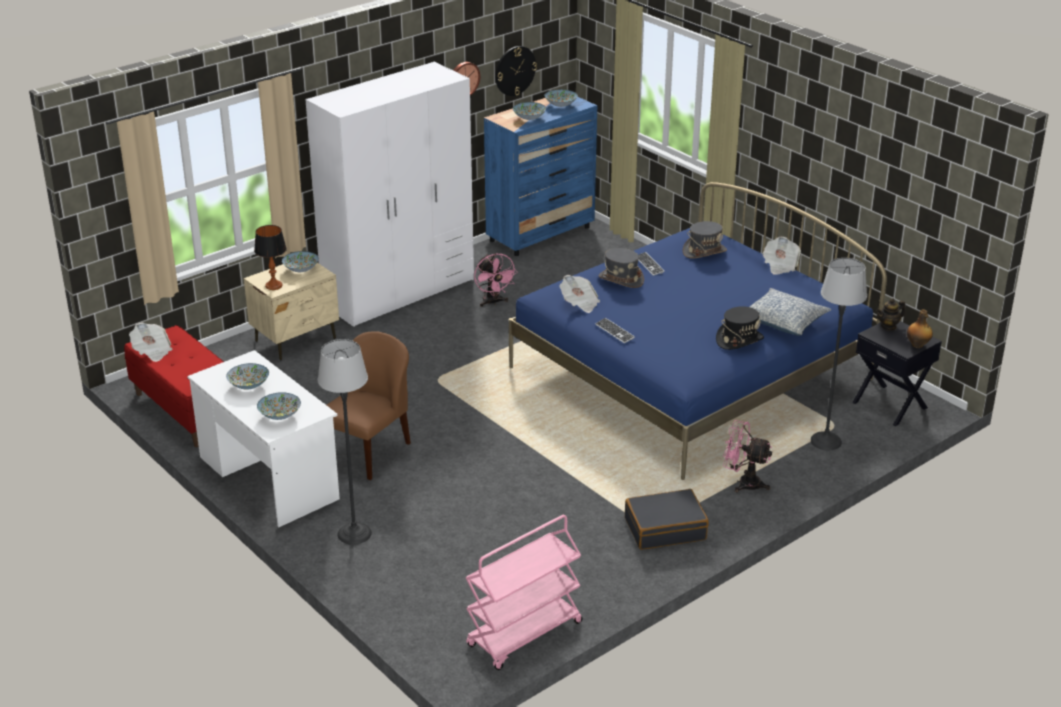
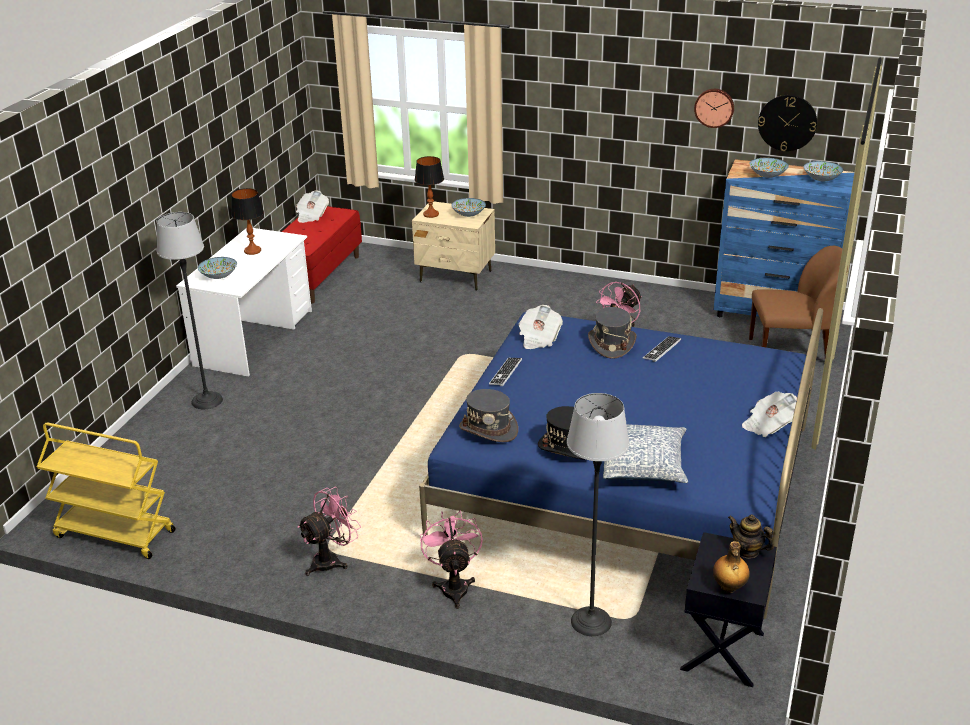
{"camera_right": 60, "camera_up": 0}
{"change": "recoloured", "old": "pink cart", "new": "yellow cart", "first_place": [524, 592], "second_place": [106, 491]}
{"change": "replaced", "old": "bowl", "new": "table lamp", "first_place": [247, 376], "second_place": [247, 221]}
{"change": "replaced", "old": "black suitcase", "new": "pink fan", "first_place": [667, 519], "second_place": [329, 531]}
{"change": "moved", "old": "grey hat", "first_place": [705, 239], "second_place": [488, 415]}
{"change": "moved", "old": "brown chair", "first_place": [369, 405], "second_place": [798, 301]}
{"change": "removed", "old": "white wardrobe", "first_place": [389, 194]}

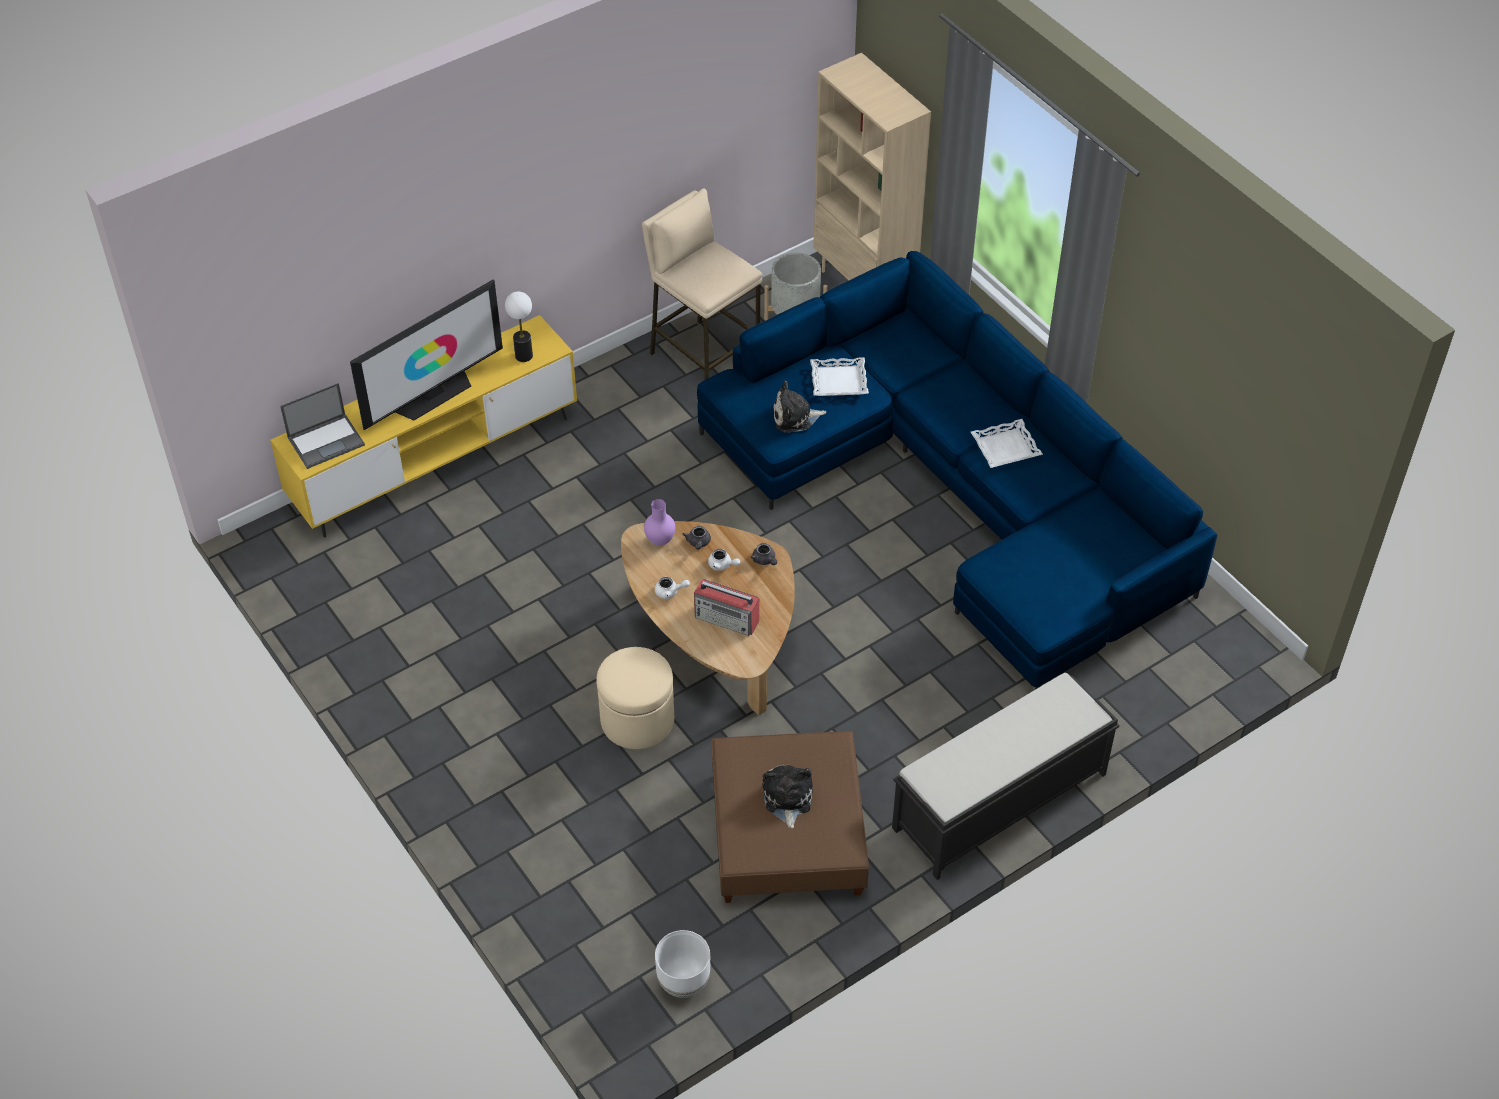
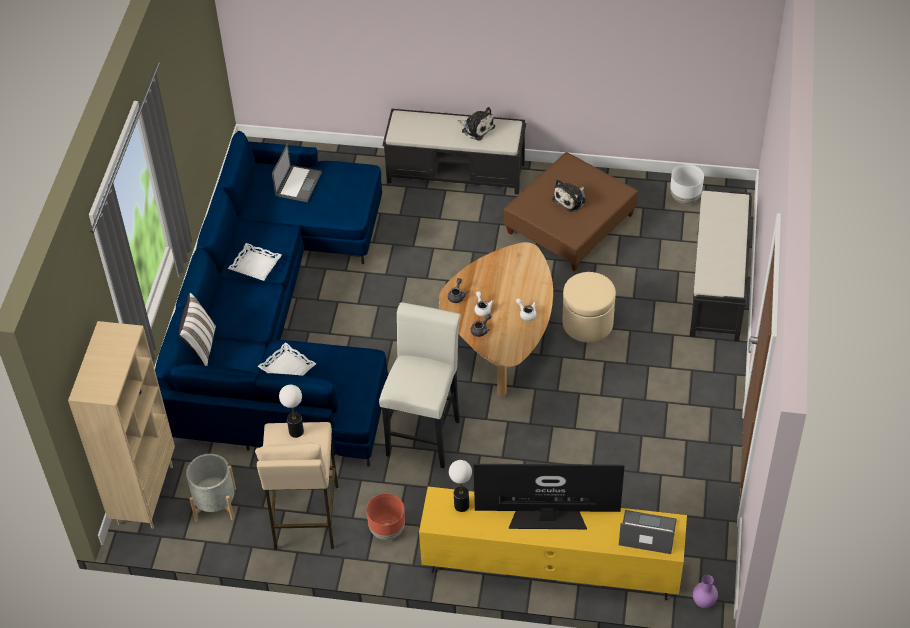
{"camera_right": -135, "camera_up": 0}
{"change": "added", "new": "white pillow", "second_place": [197, 329]}
{"change": "added", "new": "laptop", "second_place": [297, 172]}
{"change": "added", "new": "table lamp", "second_place": [291, 411]}
{"change": "added", "new": "brown planter", "second_place": [385, 517]}
{"change": "added", "new": "white stool", "second_place": [420, 385]}
{"change": "moved", "old": "plush toy", "first_place": [799, 407], "second_place": [476, 124]}
{"change": "added", "new": "black bench", "second_place": [720, 266]}
{"change": "moved", "old": "purple vase", "first_place": [659, 522], "second_place": [705, 591]}
{"change": "removed", "old": "radio", "first_place": [726, 607]}

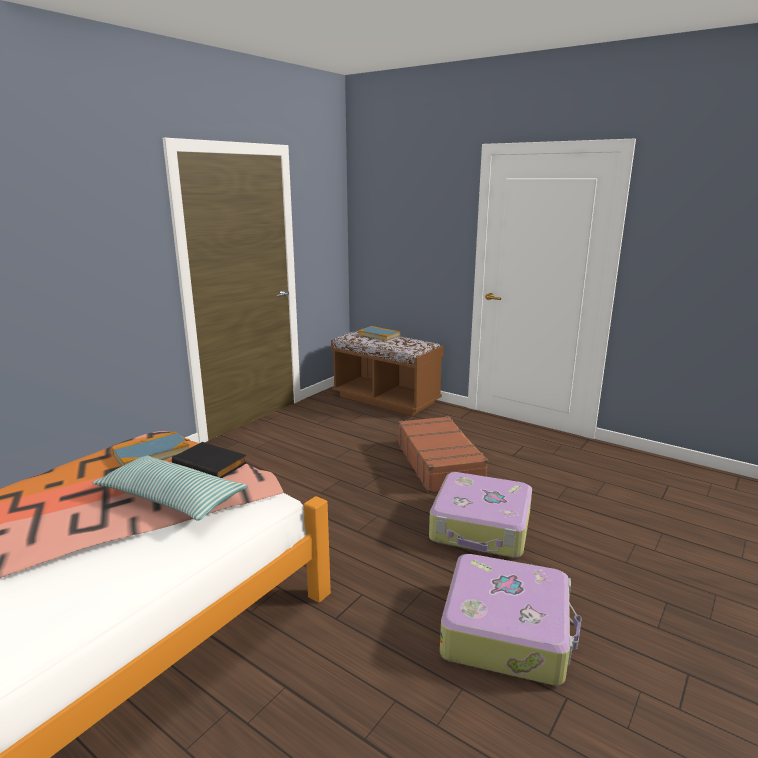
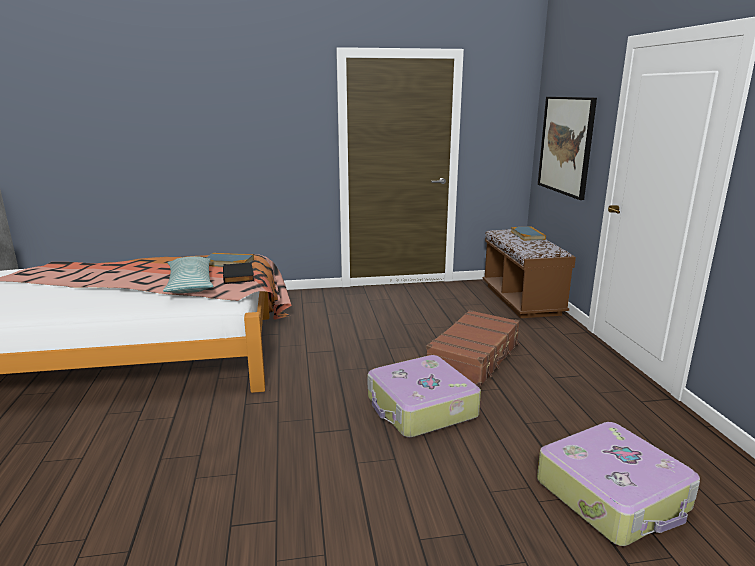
{"camera_right": 45, "camera_up": 0}
{"change": "moved", "old": "suitcase", "first_place": [511, 620], "second_place": [618, 484]}
{"change": "added", "new": "picture", "second_place": [567, 148]}

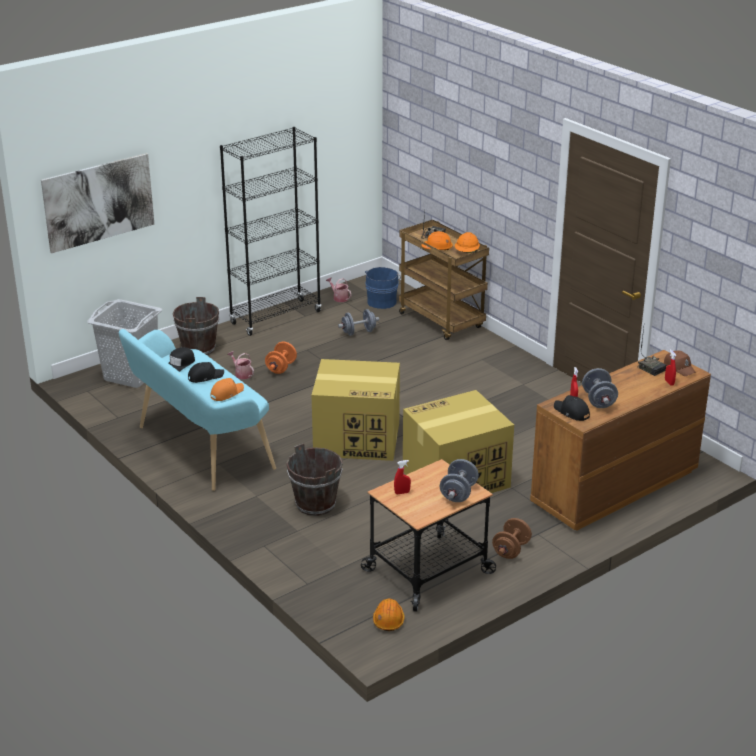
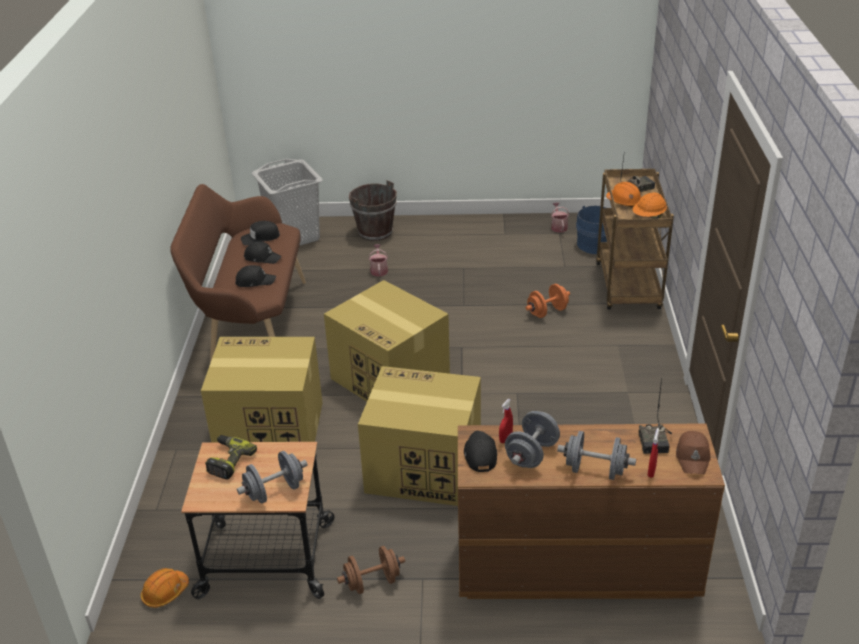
{"camera_right": 40, "camera_up": 5}
{"change": "recoloured", "old": "turquoise bench", "new": "brown bench", "first_place": [197, 410], "second_place": [238, 273]}
{"change": "replaced", "old": "brown bucket", "new": "cardboard box", "first_place": [314, 479], "second_place": [262, 389]}
{"change": "replaced", "old": "red spray bottle", "new": "power drill", "first_place": [402, 477], "second_place": [231, 457]}
{"change": "recoloured", "old": "orange cap", "new": "black cap", "first_place": [227, 389], "second_place": [255, 276]}
{"change": "moved", "old": "orange dumbbell", "first_place": [281, 358], "second_place": [548, 301]}
{"change": "moved", "old": "grey dumbbell", "first_place": [358, 322], "second_place": [596, 455]}
{"change": "removed", "old": "picture", "first_place": [97, 203]}
{"change": "removed", "old": "black bookcase", "first_place": [270, 231]}

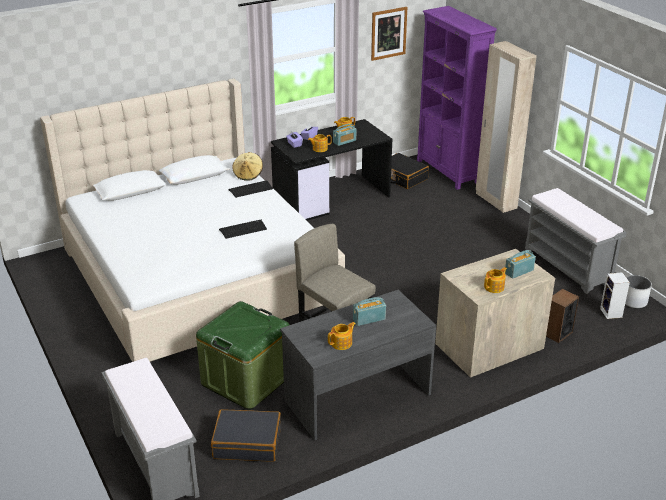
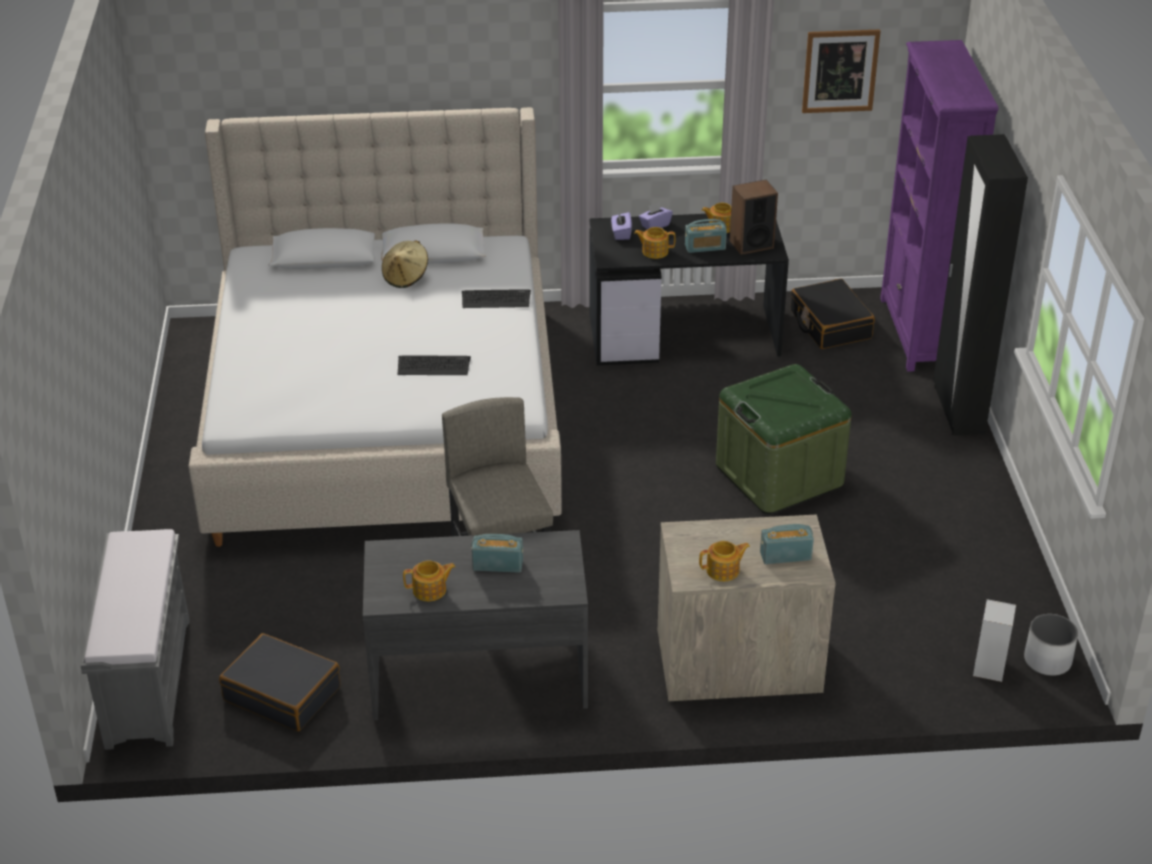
{"camera_right": 25, "camera_up": 5}
{"change": "moved", "old": "beige hat", "first_place": [247, 166], "second_place": [405, 264]}
{"change": "moved", "old": "green storage box", "first_place": [243, 355], "second_place": [783, 439]}
{"change": "moved", "old": "speaker", "first_place": [562, 316], "second_place": [754, 217]}
{"change": "recoloured", "old": "beige wardrobe", "new": "black wardrobe", "first_place": [506, 127], "second_place": [980, 285]}
{"change": "removed", "old": "grey bench", "first_place": [576, 241]}

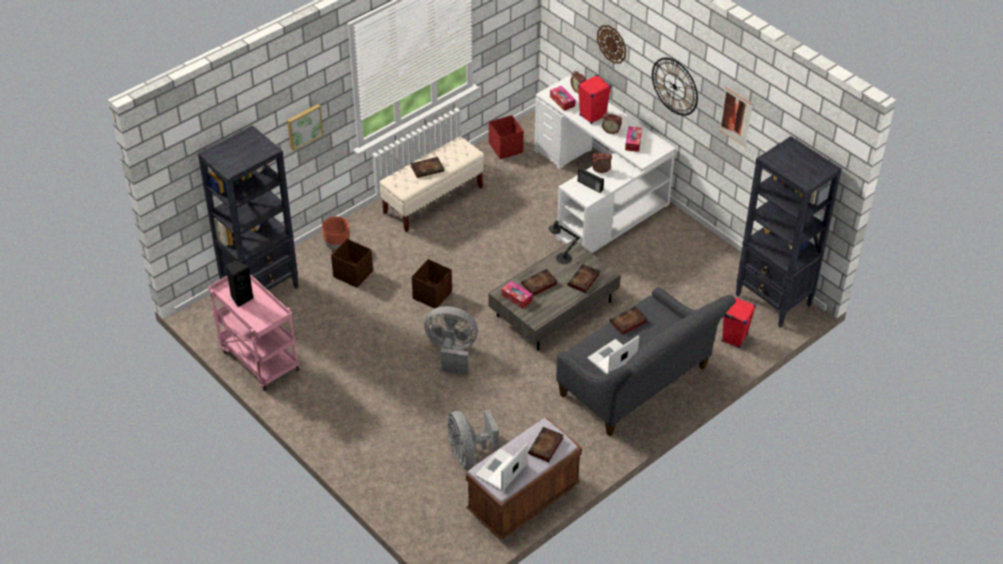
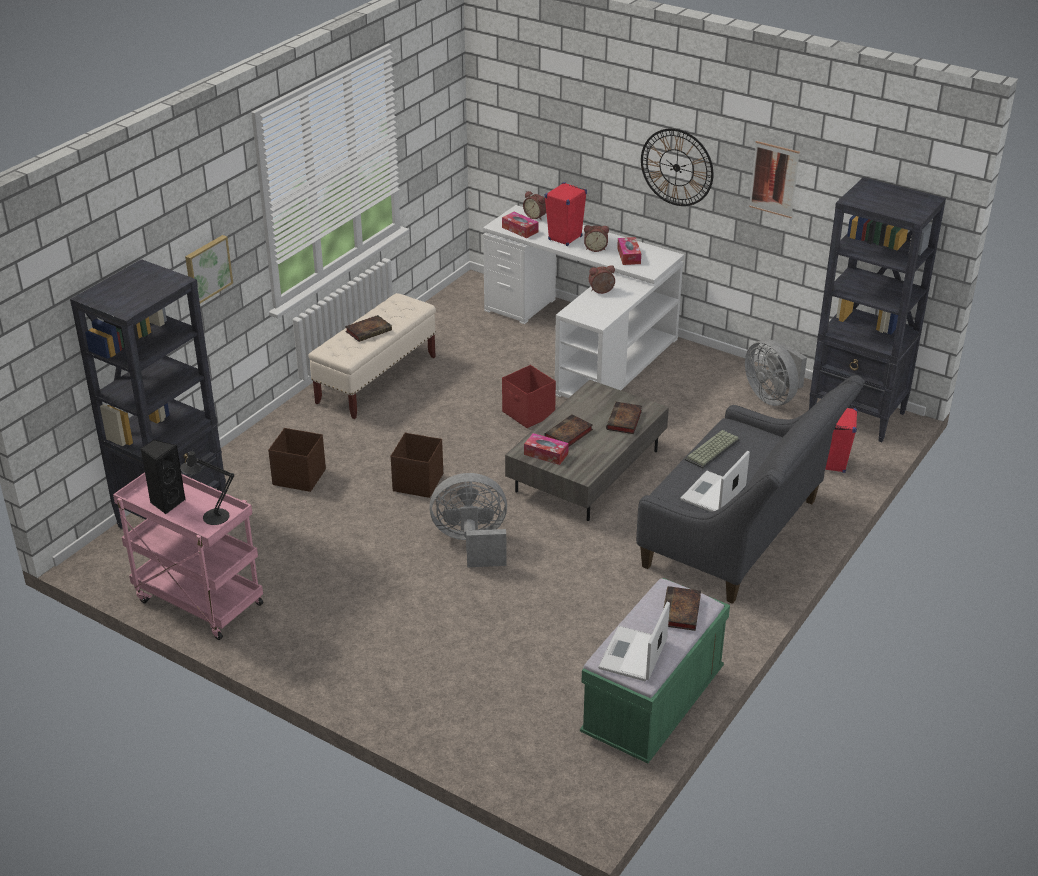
{"camera_right": -15, "camera_up": -10}
{"change": "moved", "old": "black table lamp", "first_place": [564, 241], "second_place": [207, 486]}
{"change": "moved", "old": "red storage box", "first_place": [506, 137], "second_place": [529, 396]}
{"change": "recoloured", "old": "brown bench", "new": "green bench", "first_place": [524, 479], "second_place": [655, 670]}
{"change": "replaced", "old": "book", "new": "keyboard", "first_place": [629, 320], "second_place": [712, 449]}
{"change": "moved", "old": "grey fan", "first_place": [473, 438], "second_place": [776, 372]}
{"change": "removed", "old": "brown planter", "first_place": [336, 233]}
{"change": "removed", "old": "radio", "first_place": [591, 180]}
{"change": "removed", "old": "wall clock", "first_place": [611, 44]}

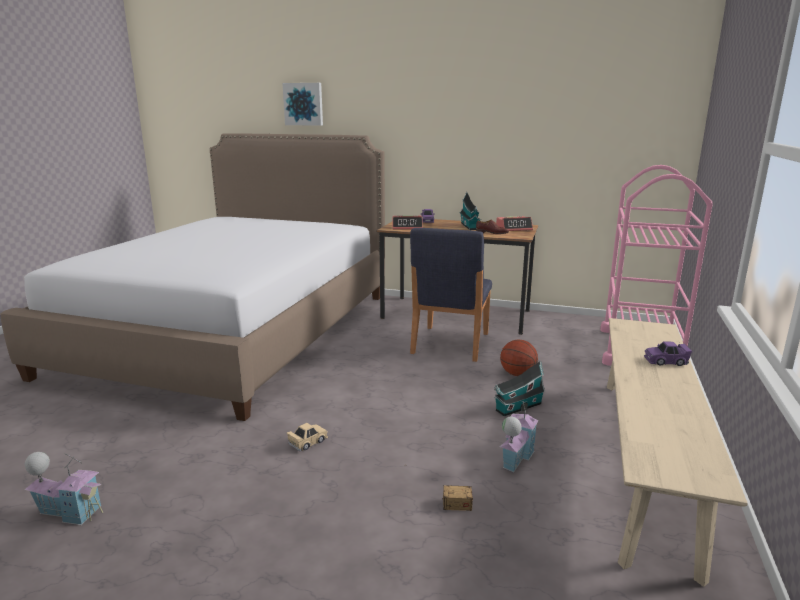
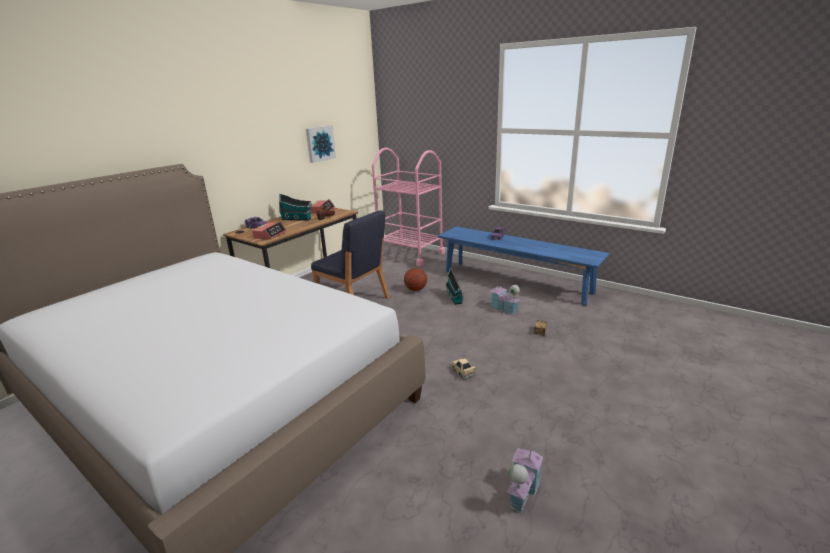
{"camera_right": -70, "camera_up": 5}
{"change": "moved", "old": "picture", "first_place": [302, 104], "second_place": [321, 144]}
{"change": "recoloured", "old": "beige bench", "new": "blue bench", "first_place": [677, 452], "second_place": [524, 266]}

